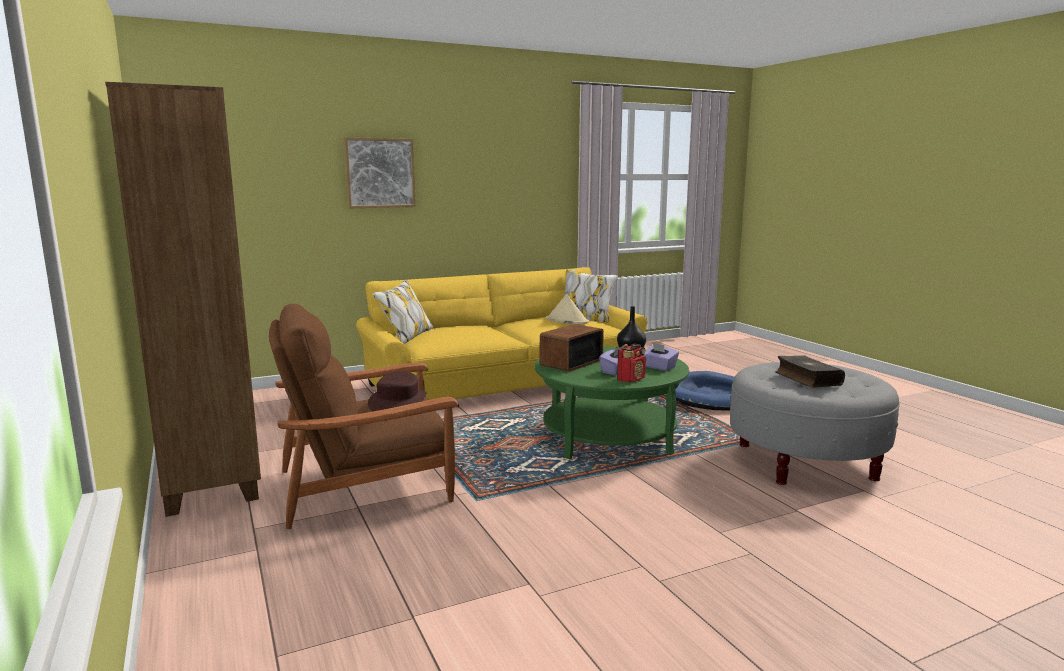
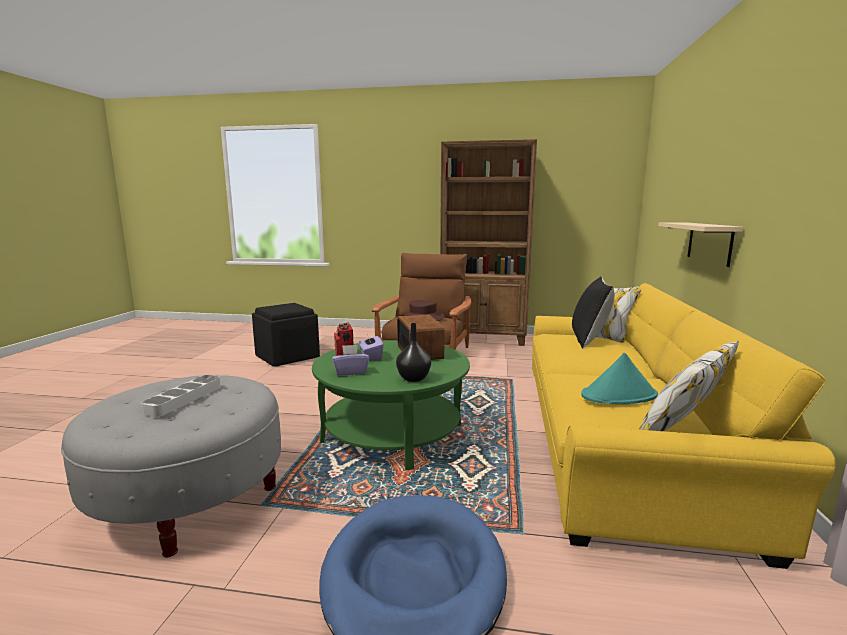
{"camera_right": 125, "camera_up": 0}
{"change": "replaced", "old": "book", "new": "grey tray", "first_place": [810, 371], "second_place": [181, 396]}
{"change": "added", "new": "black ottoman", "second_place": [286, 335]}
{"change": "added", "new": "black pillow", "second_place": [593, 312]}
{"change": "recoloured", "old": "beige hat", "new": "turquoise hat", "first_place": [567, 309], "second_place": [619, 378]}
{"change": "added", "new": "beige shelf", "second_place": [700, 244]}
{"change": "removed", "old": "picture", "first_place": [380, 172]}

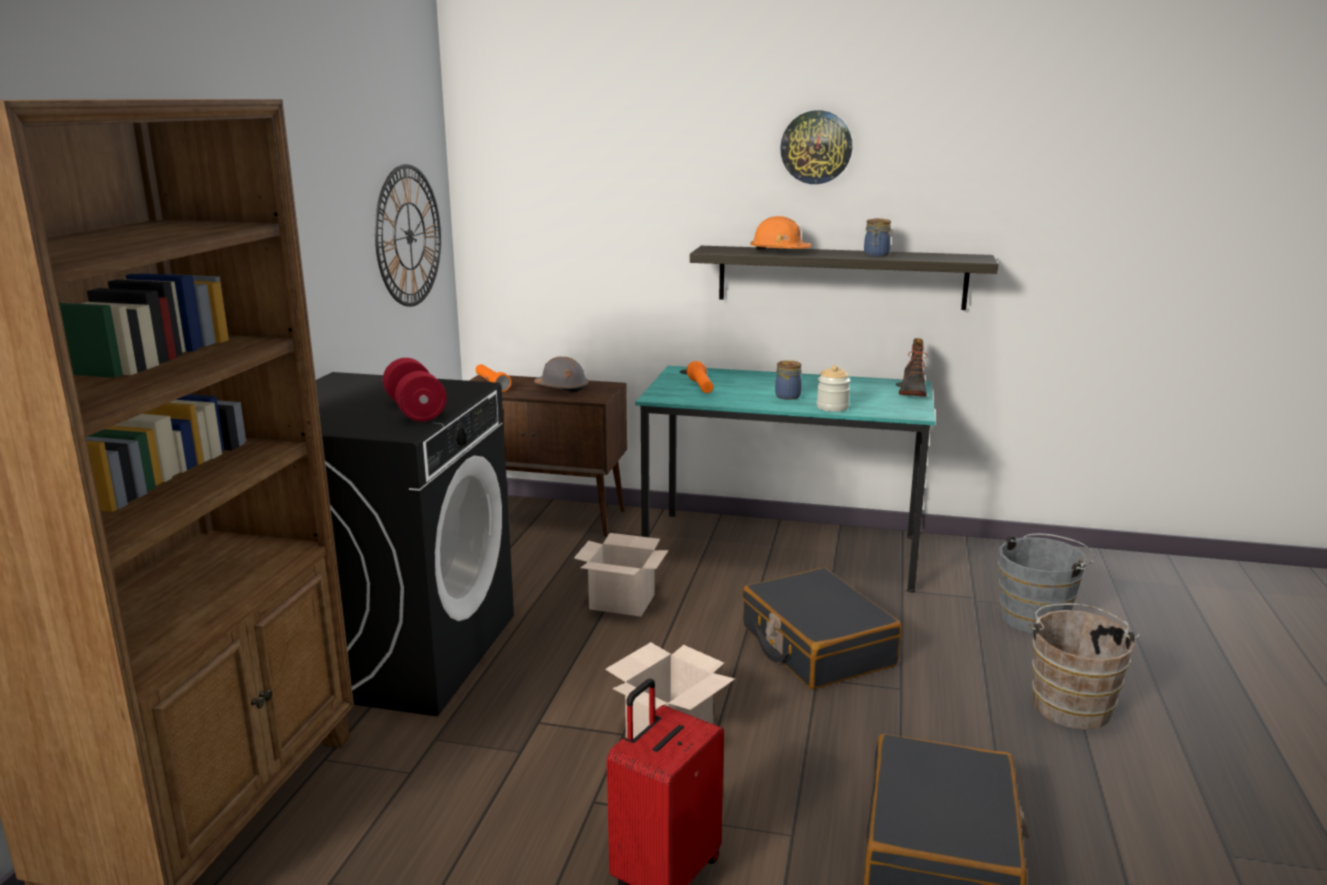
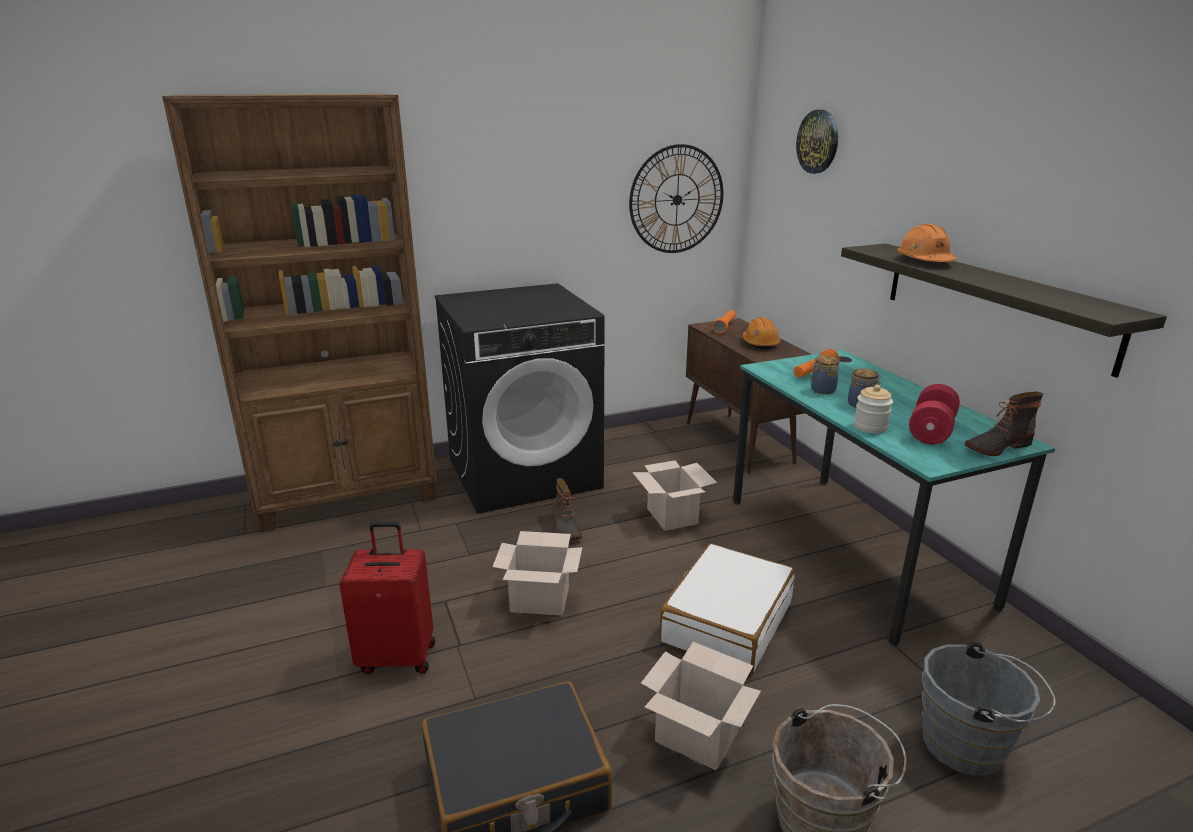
{"camera_right": 55, "camera_up": 5}
{"change": "added", "new": "boot", "second_place": [567, 509]}
{"change": "added", "new": "cardboard box", "second_place": [701, 706]}
{"change": "recoloured", "old": "black suitcase", "new": "white suitcase", "first_place": [822, 628], "second_place": [727, 609]}
{"change": "recoloured", "old": "grey hard hat", "new": "orange hard hat", "first_place": [561, 374], "second_place": [761, 333]}
{"change": "moved", "old": "wall clock", "first_place": [816, 147], "second_place": [817, 142]}
{"change": "moved", "old": "jar", "first_place": [877, 237], "second_place": [824, 375]}
{"change": "moved", "old": "red dumbbell", "first_place": [415, 390], "second_place": [934, 414]}

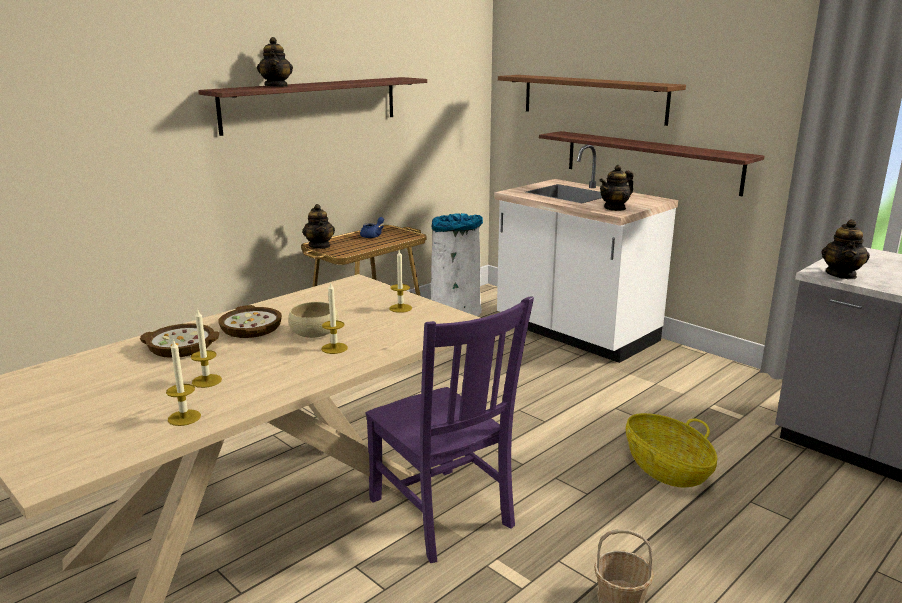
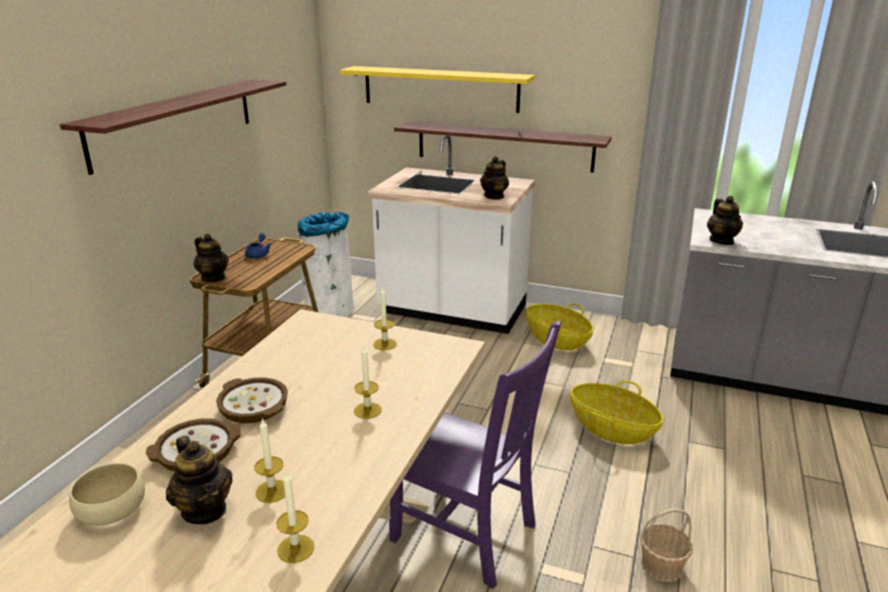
{"camera_right": -25, "camera_up": 5}
{"change": "moved", "old": "beige bowl", "first_place": [313, 320], "second_place": [107, 494]}
{"change": "moved", "old": "teapot", "first_place": [275, 62], "second_place": [199, 479]}
{"change": "recoloured", "old": "brown shelf", "new": "yellow shelf", "first_place": [592, 100], "second_place": [437, 89]}
{"change": "added", "new": "basket", "second_place": [559, 327]}

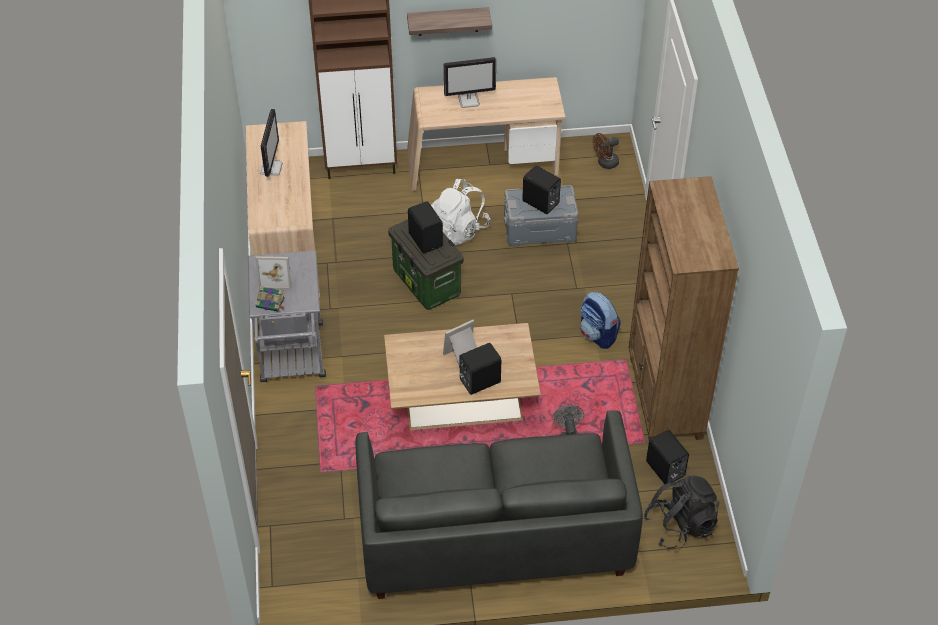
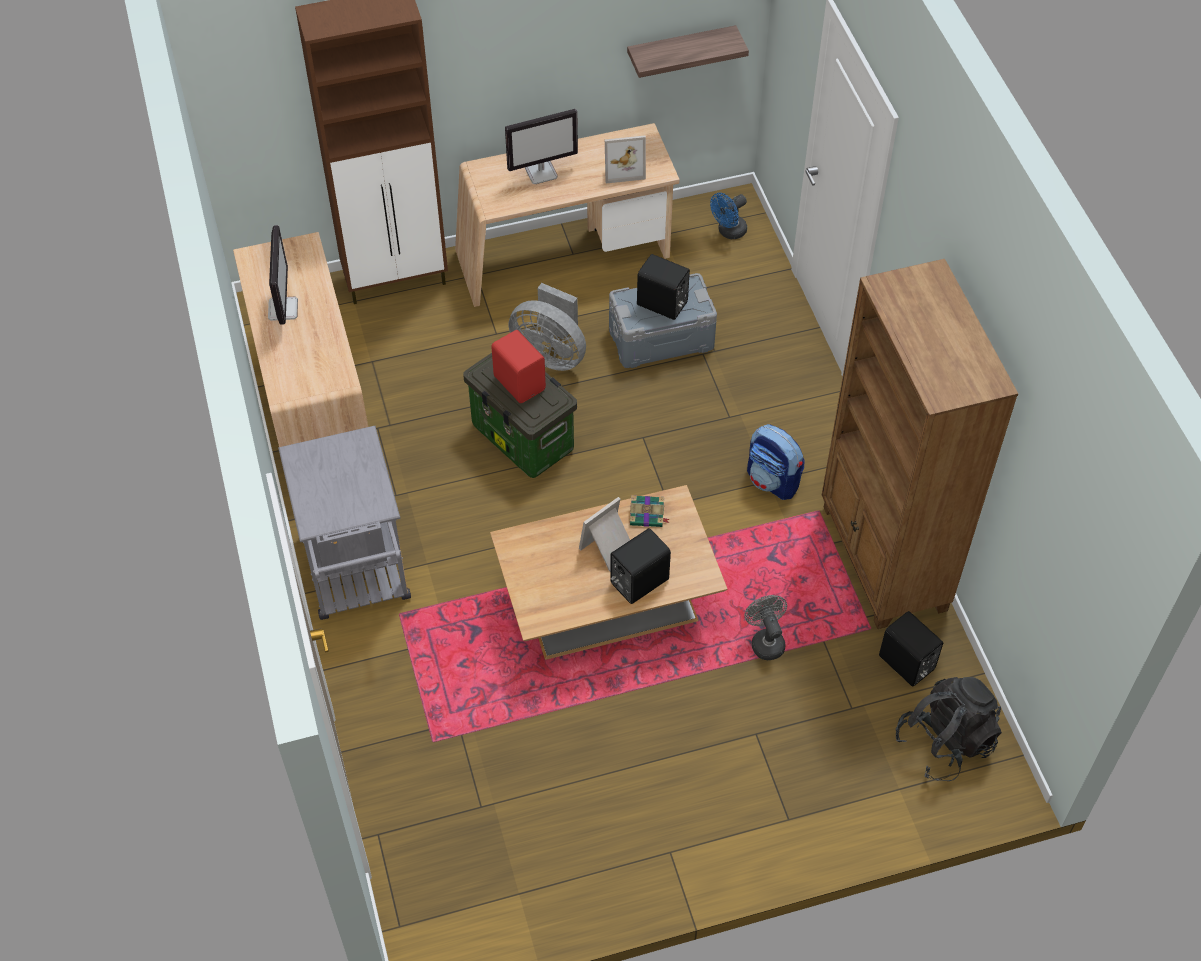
{"camera_right": -10, "camera_up": 5}
{"change": "recoloured", "old": "black speaker", "new": "red speaker", "first_place": [425, 227], "second_place": [518, 366]}
{"change": "replaced", "old": "white backpack", "new": "grey fan", "first_place": [460, 212], "second_place": [547, 327]}
{"change": "moved", "old": "picture frame", "first_place": [273, 273], "second_place": [625, 159]}
{"change": "moved", "old": "shelf", "first_place": [449, 21], "second_place": [688, 51]}
{"change": "moved", "old": "book", "first_place": [270, 299], "second_place": [649, 511]}
{"change": "recoloured", "old": "brown fan", "new": "blue fan", "first_place": [606, 151], "second_place": [728, 216]}
{"change": "removed", "old": "grey sofa", "first_place": [499, 504]}

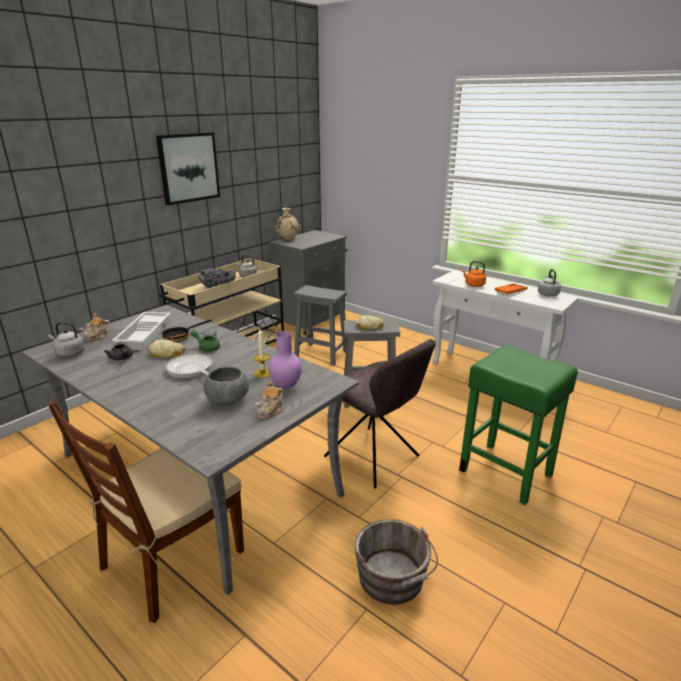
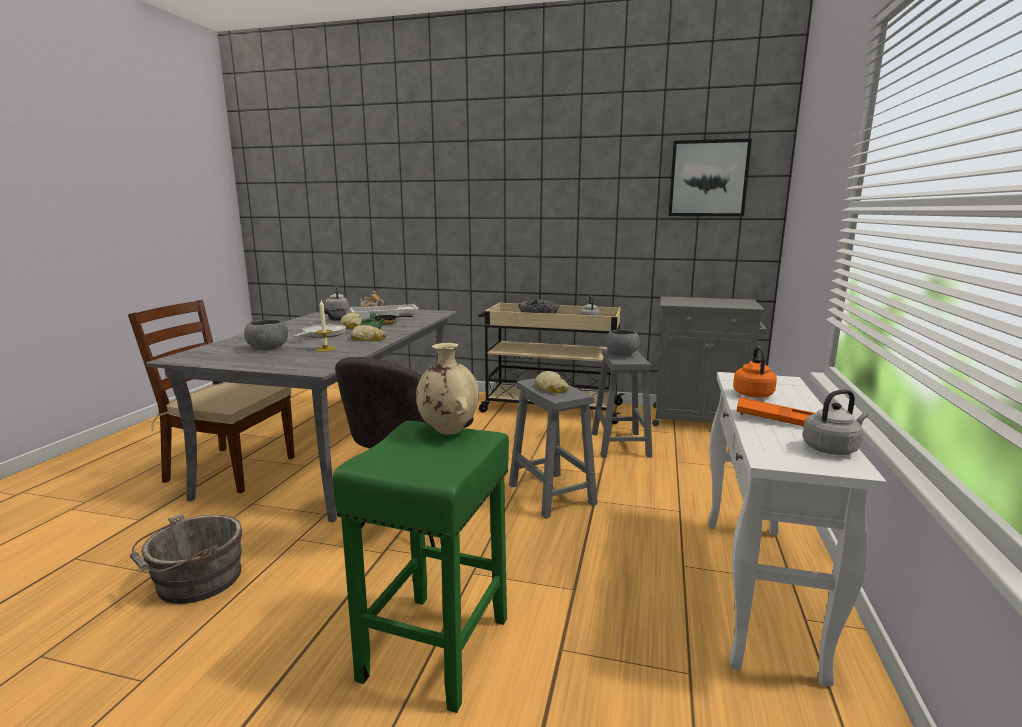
{"camera_right": 65, "camera_up": -10}
{"change": "added", "new": "bread", "second_place": [368, 333]}
{"change": "moved", "old": "beige vase", "first_place": [287, 224], "second_place": [447, 389]}
{"change": "added", "new": "grey bowl", "second_place": [622, 343]}
{"change": "moved", "old": "picture", "first_place": [188, 168], "second_place": [710, 177]}
{"change": "removed", "old": "teapot", "first_place": [269, 400]}
{"change": "removed", "old": "purple vase", "first_place": [285, 360]}

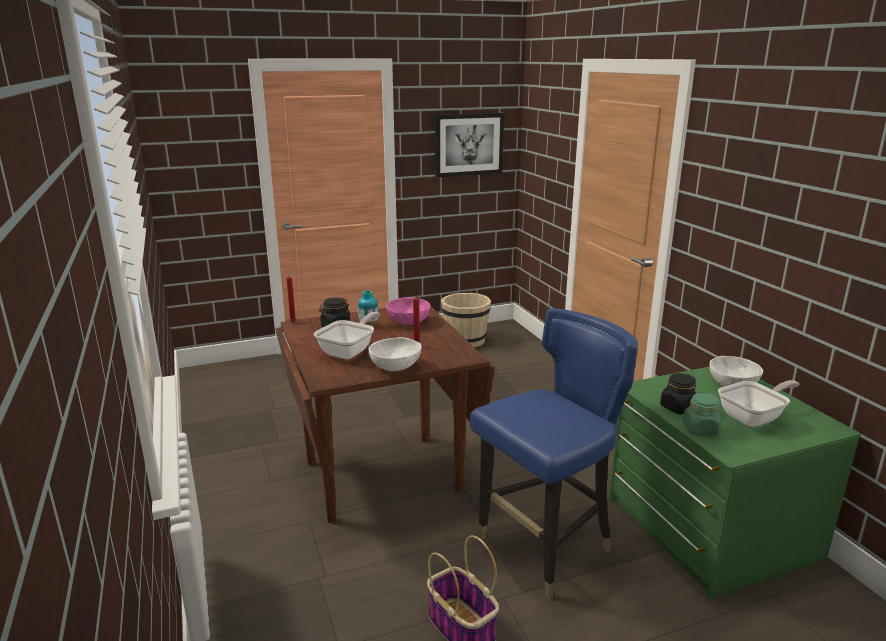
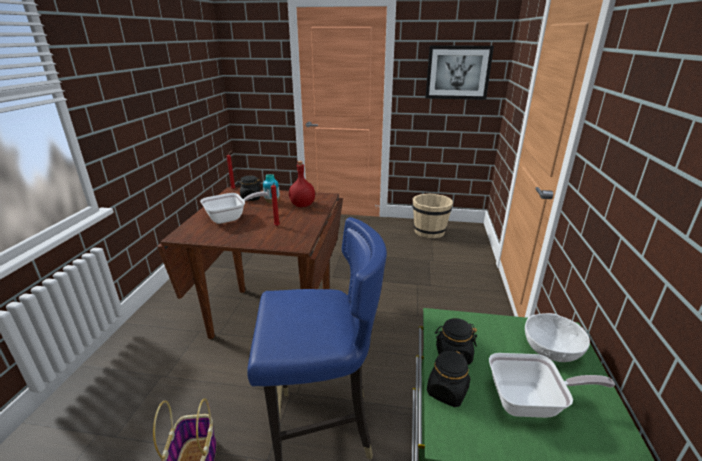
{"camera_right": 30, "camera_up": 5}
{"change": "replaced", "old": "pink bowl", "new": "red bottle", "first_place": [408, 311], "second_place": [302, 184]}
{"change": "recoloured", "old": "green jar", "new": "black jar", "first_place": [702, 414], "second_place": [448, 378]}
{"change": "removed", "old": "white bowl", "first_place": [395, 354]}

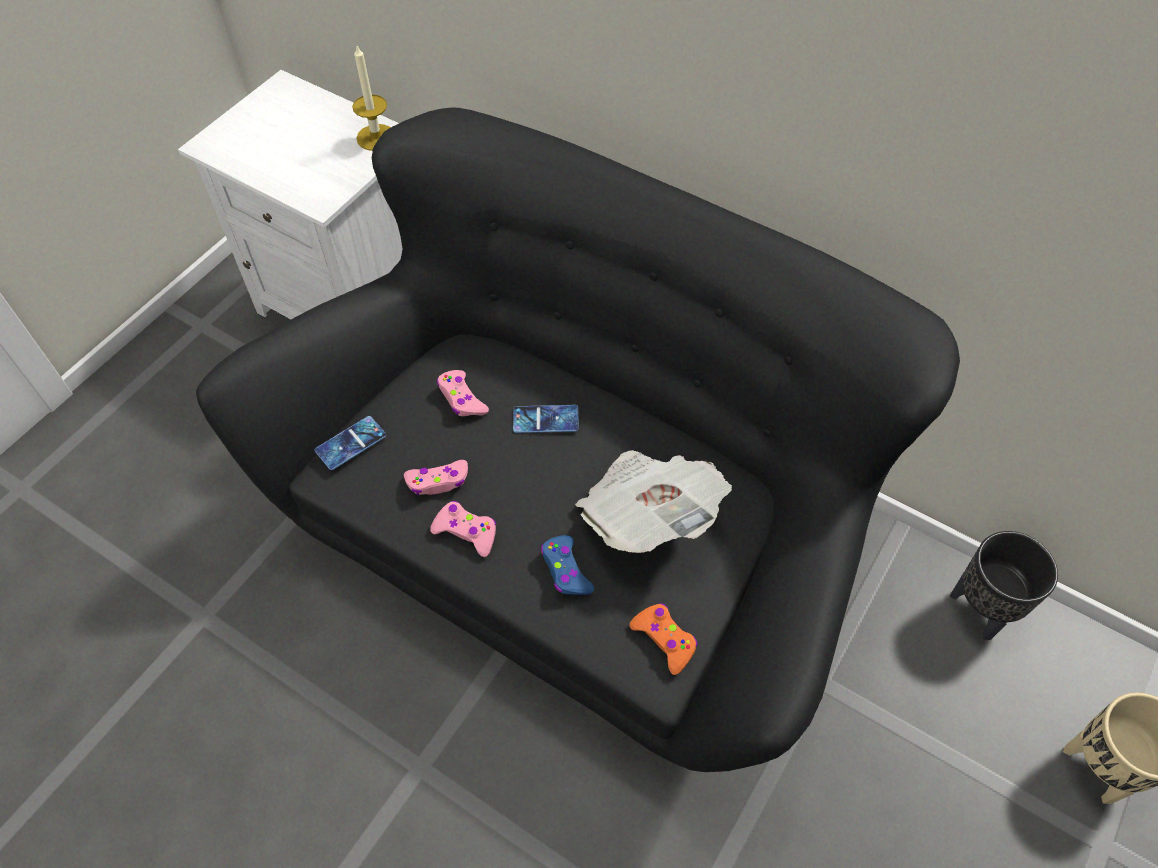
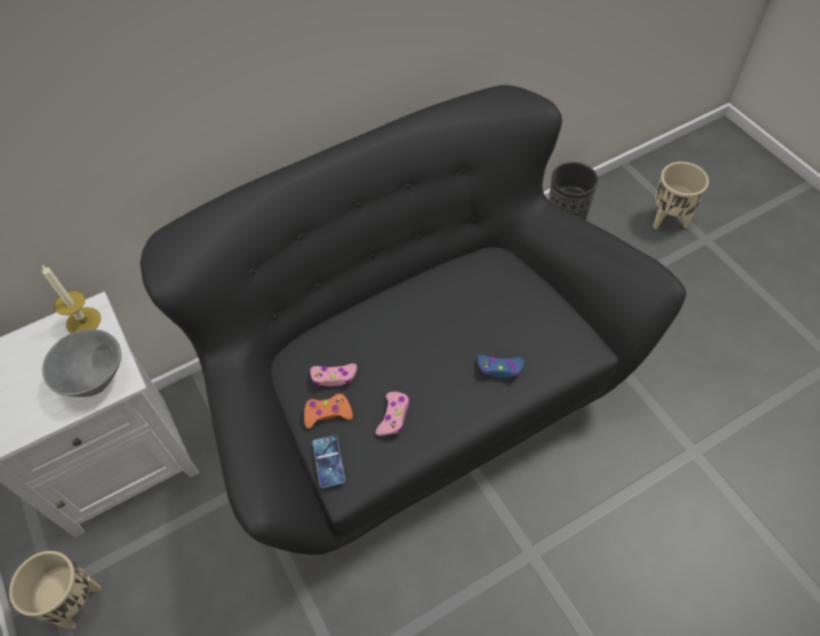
{"camera_right": -60, "camera_up": 0}
{"change": "added", "new": "beige planter", "second_place": [55, 590]}
{"change": "added", "new": "grey bowl", "second_place": [81, 363]}
{"change": "moved", "old": "orange game controller", "first_place": [664, 639], "second_place": [328, 411]}
{"change": "removed", "old": "pink game controller", "first_place": [463, 529]}
{"change": "removed", "old": "phone", "first_place": [546, 419]}
{"change": "removed", "old": "newspaper", "first_place": [653, 501]}

